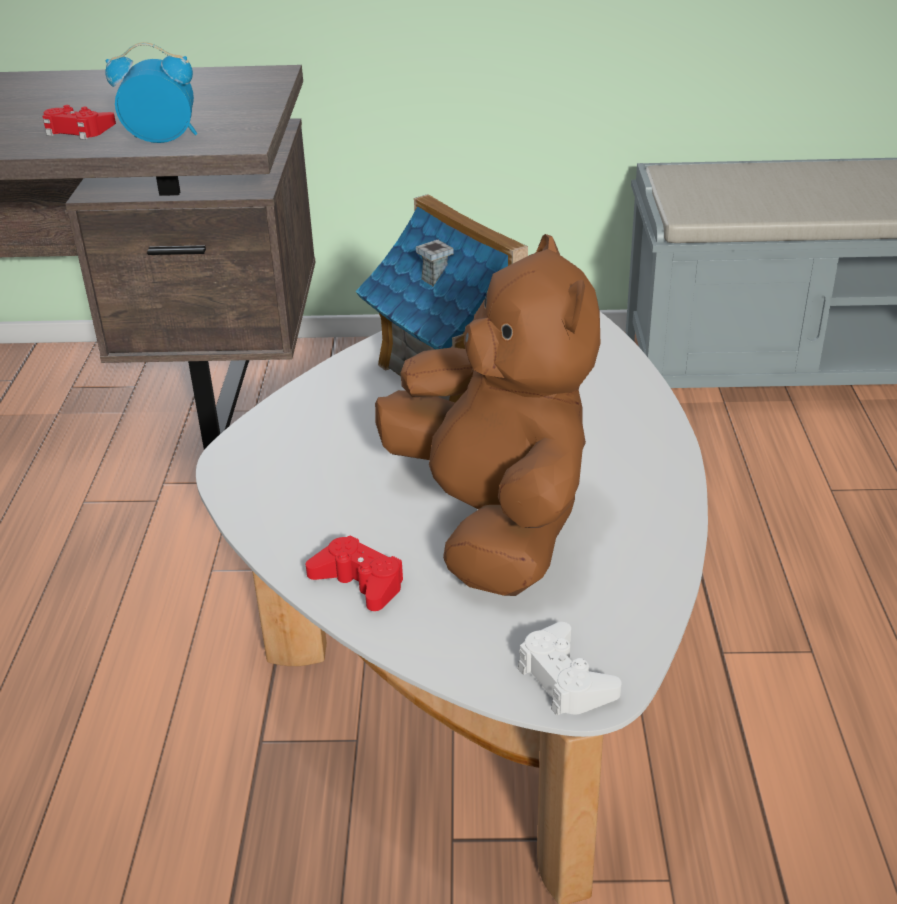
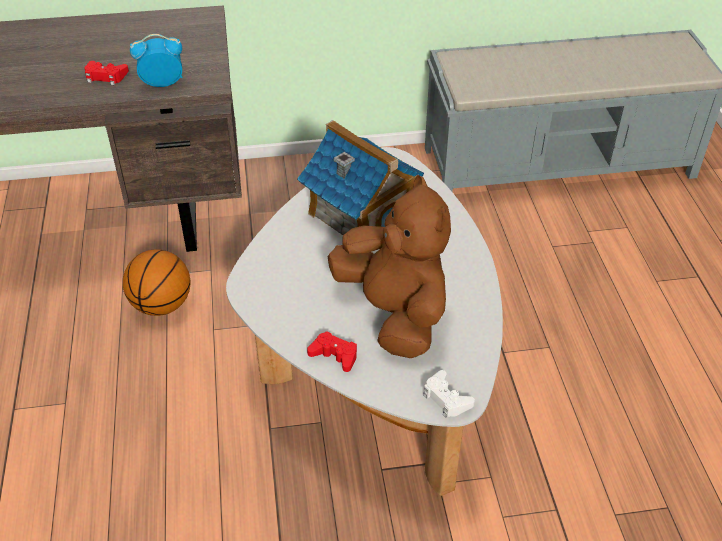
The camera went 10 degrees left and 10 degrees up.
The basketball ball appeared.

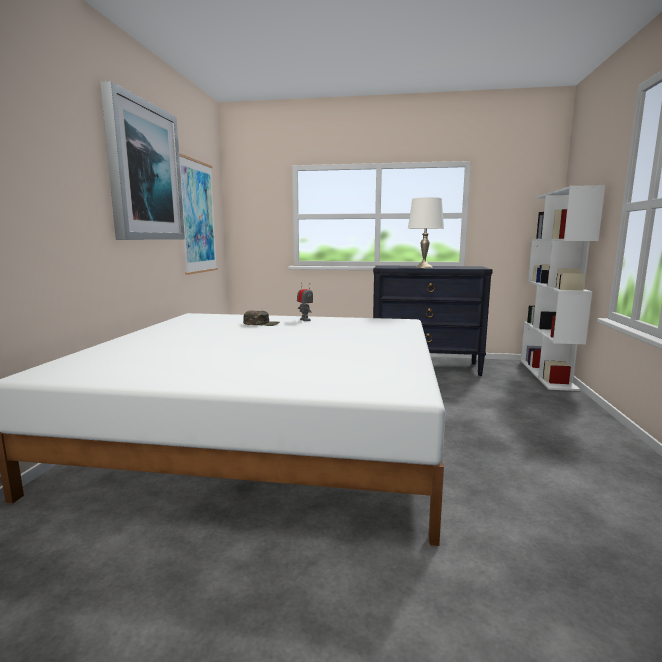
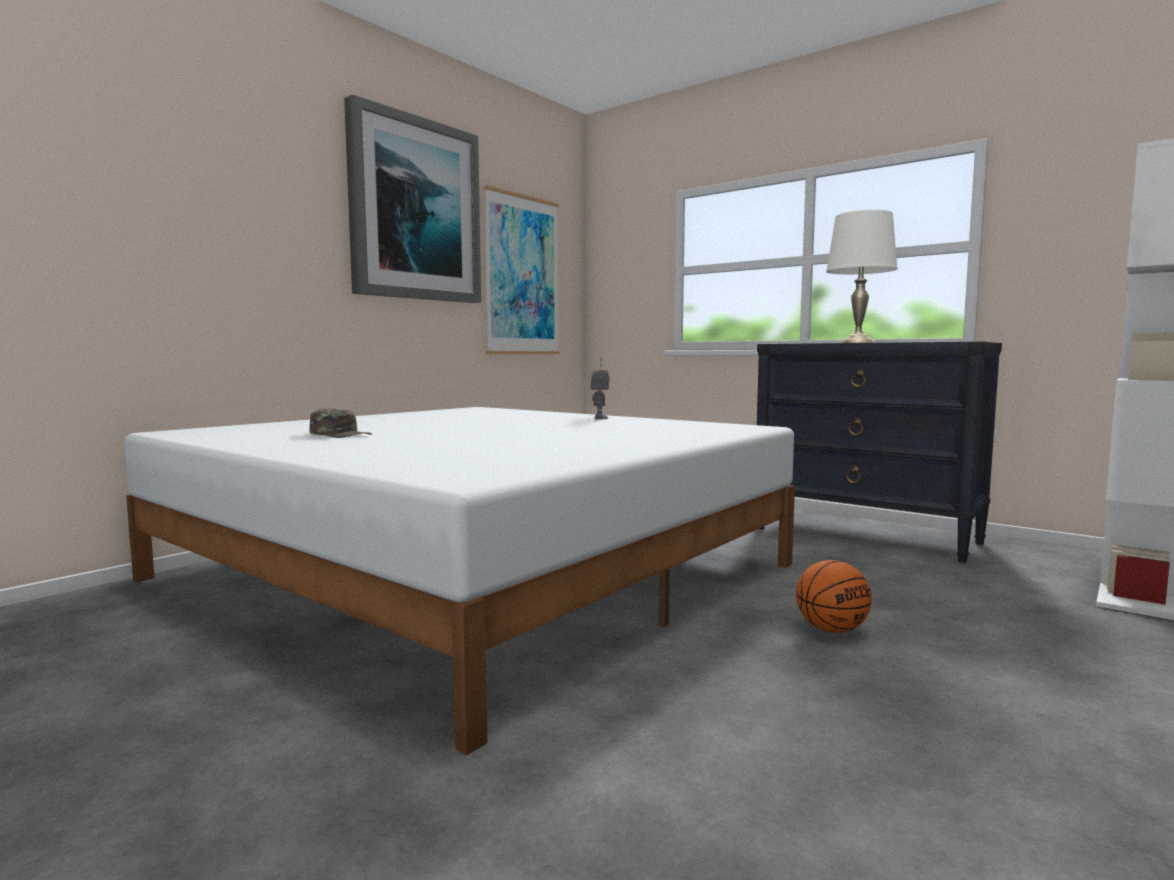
The camera went 30 degrees right and 5 degrees down.
The baseball cap (green-coloured) moved.
The basketball ball appeared.

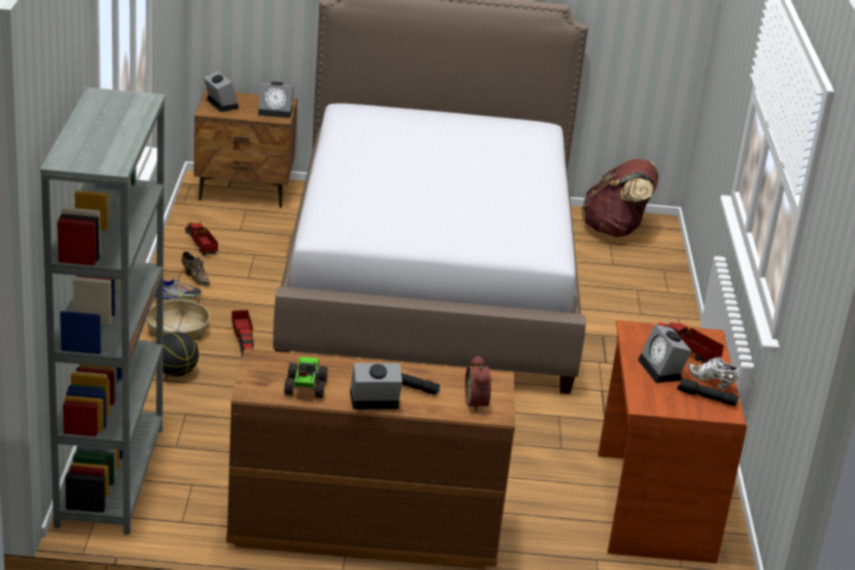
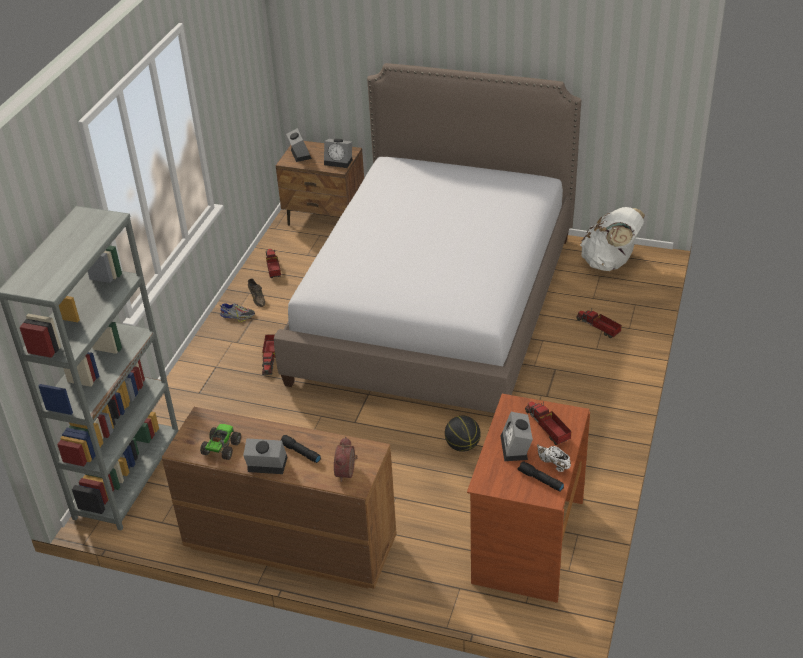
The camera went 20 degrees right and 10 degrees up.
The knapsack (brown-coloured) became the knapsack (white).
The household basket disappeared.
The basketball ball moved.
The model truck (no. 5 from left) appeared.

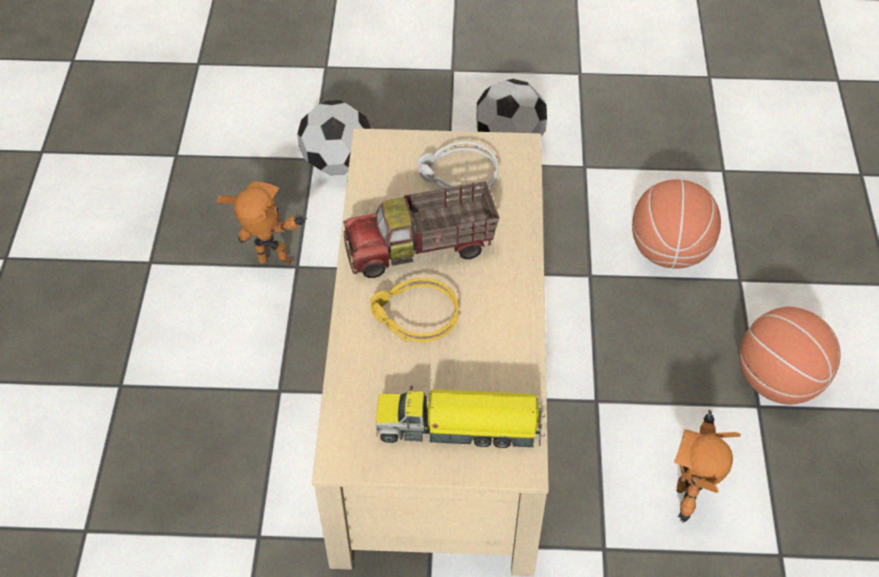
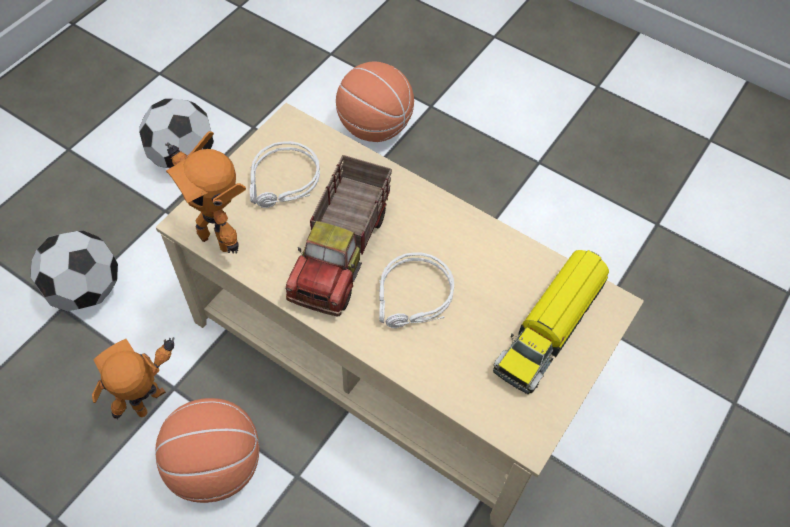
The camera went 60 degrees left and 5 degrees up.
The pair of headphones (yellow-coloured) became the pair of headphones (grey) (no. 2 from left).
The basketball ball (no. 2 from left in the first image) moved.
The robot figure (no. 2 from left) moved.

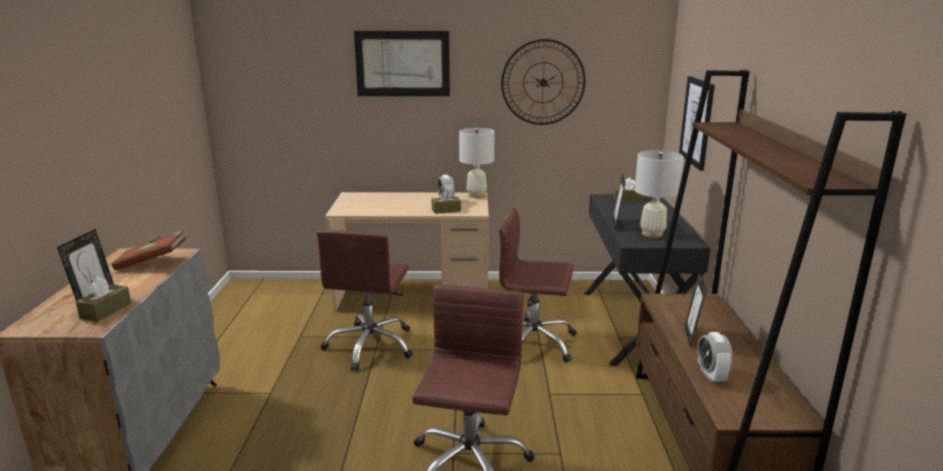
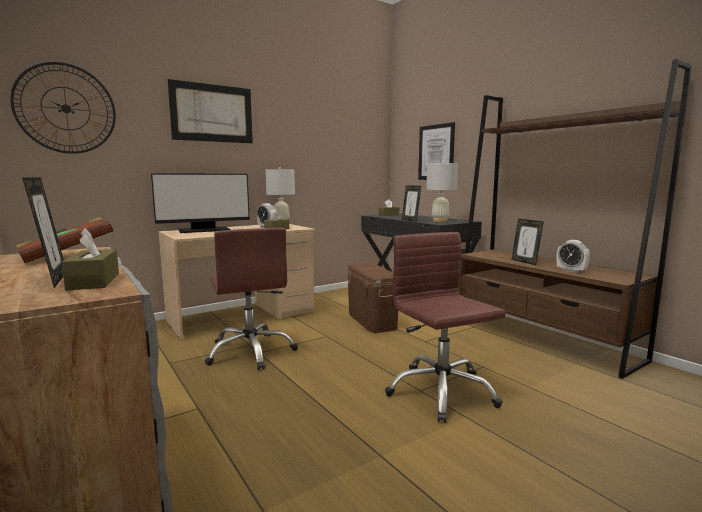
The camera went 35 degrees left and 10 degrees down.
The wall clock moved.
The computer chair (brown-coloured) (no. 3 from left) was replaced by the storage container (brown-coloured).
The computer display appeared.

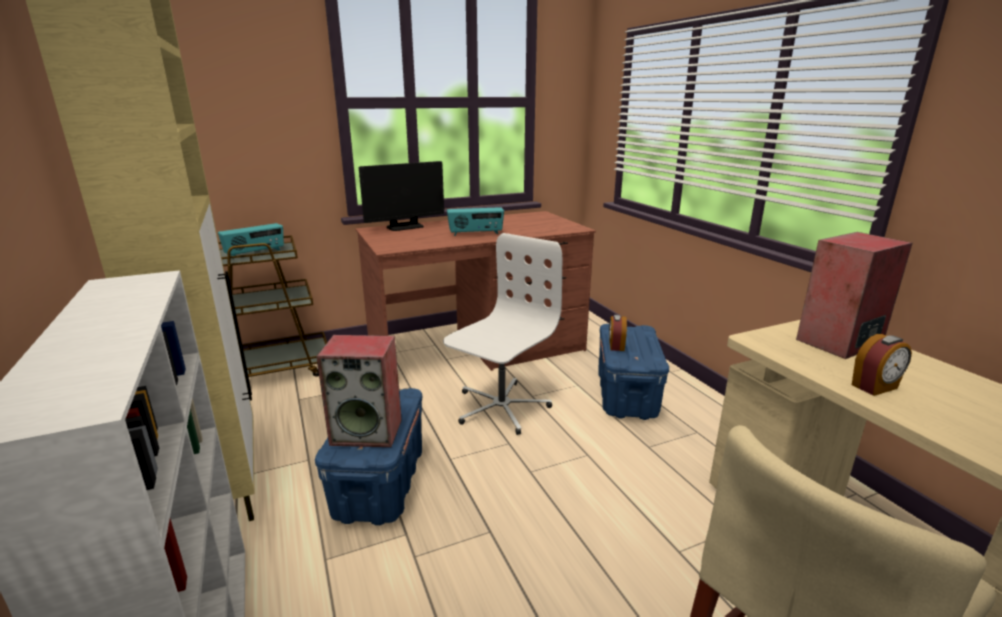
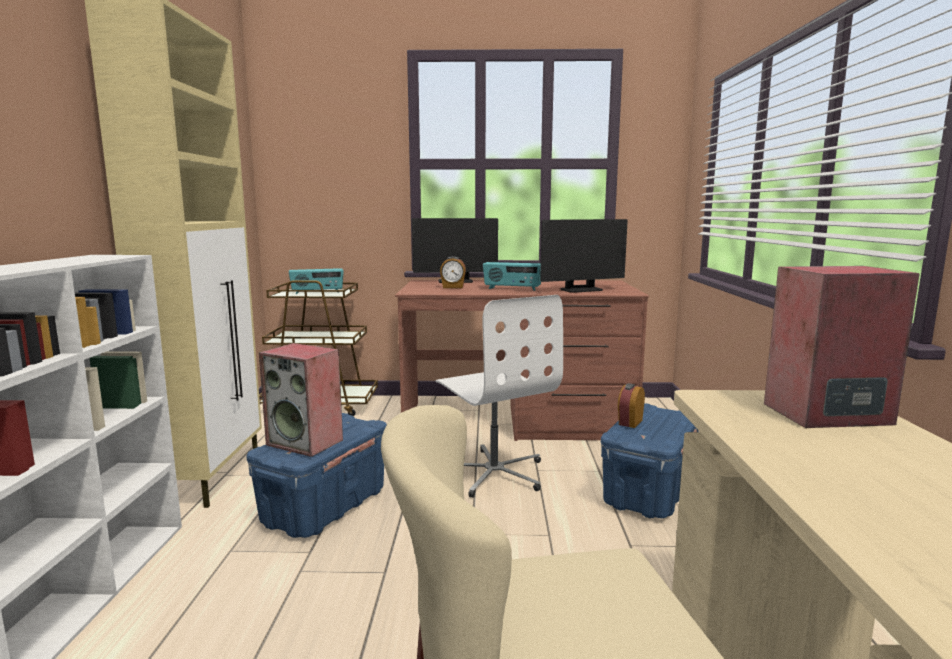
The camera went 25 degrees right and 10 degrees down.
The computer chair (white) turned 90 degrees clockwise.
The alarm clock (no. 2 from left in the first image) moved.
The computer display (no. 2 from left) appeared.

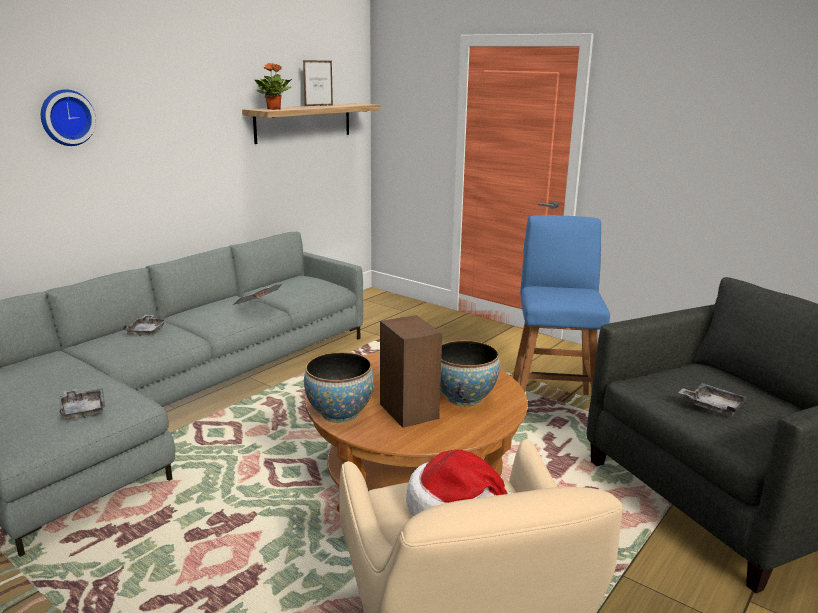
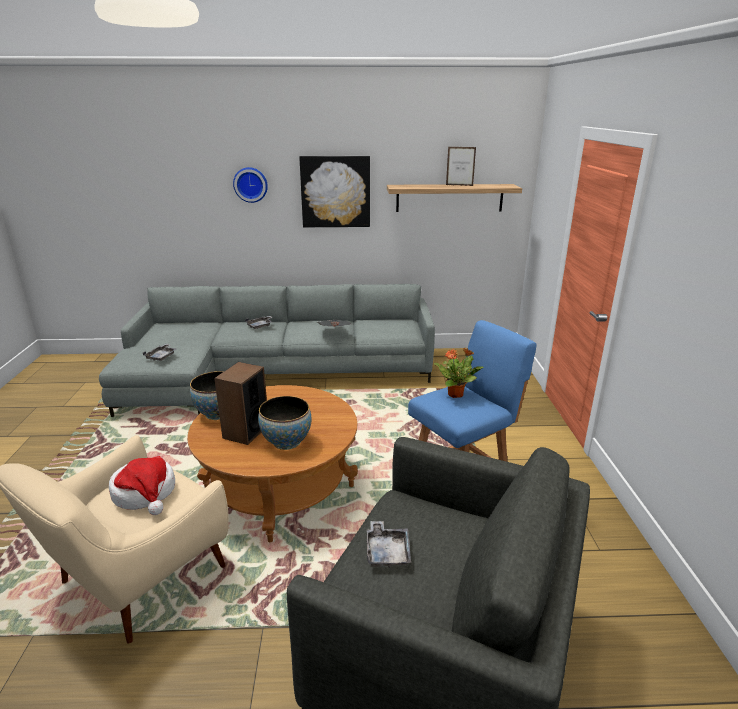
The camera went 50 degrees right and 5 degrees up.
The houseplant moved.
The wall picture appeared.

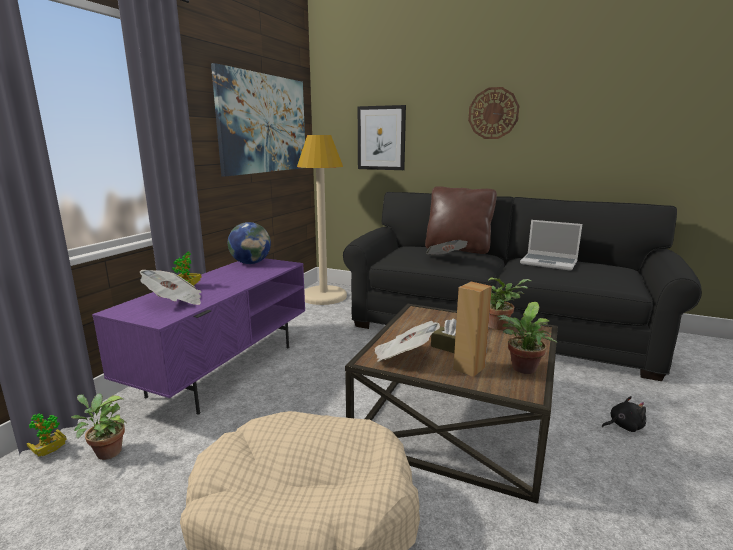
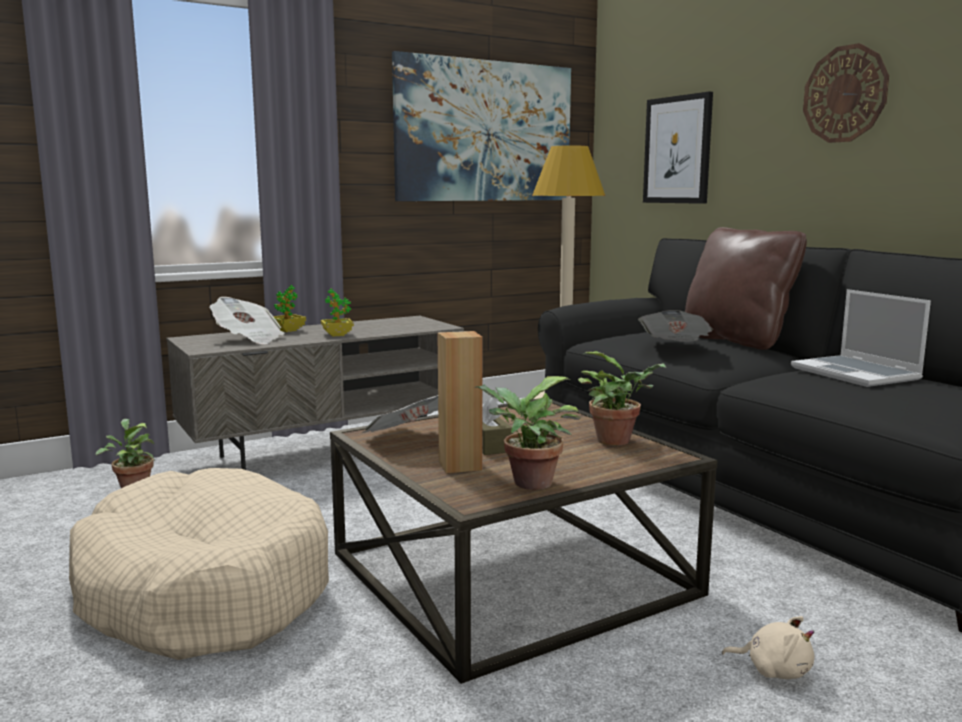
The camera went 35 degrees right and 5 degrees down.
The globe disappeared.
The tv stand (purplish) became the tv stand (grey).
The soft toy (blackish) became the soft toy (beige).
The houseplant (no. 1 from left in the first image) moved.

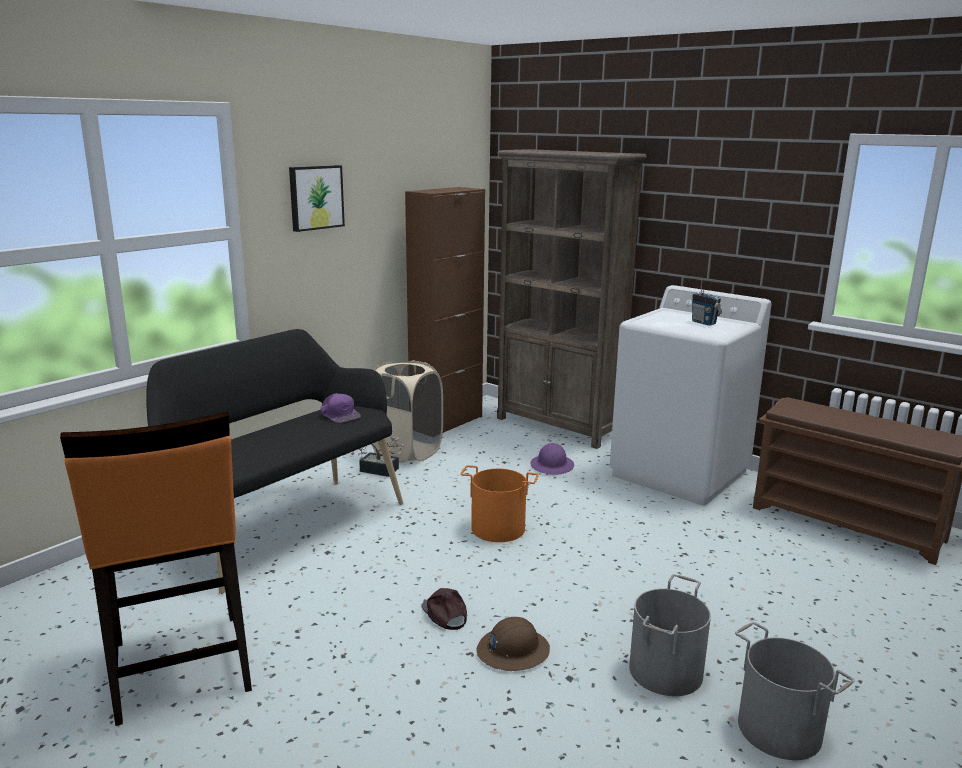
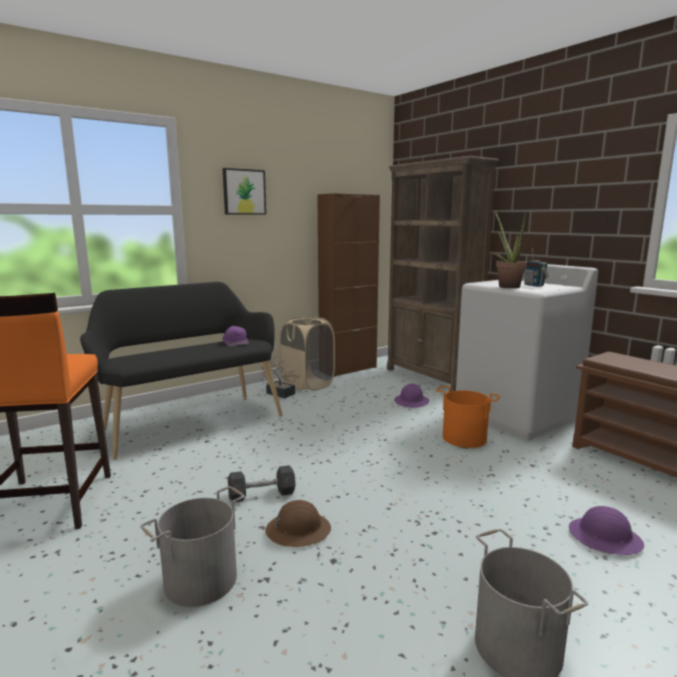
The camera went 15 degrees right and 5 degrees down.
The pail (orange-coloured) moved.
The pail (grey) (no. 1 from left) moved.
The baseball cap (brown-coloured) was replaced by the hand weight (grey).
The houseplant (no. 2 from left) appeared.
The work helmet (purplish) (no. 2 from left) appeared.

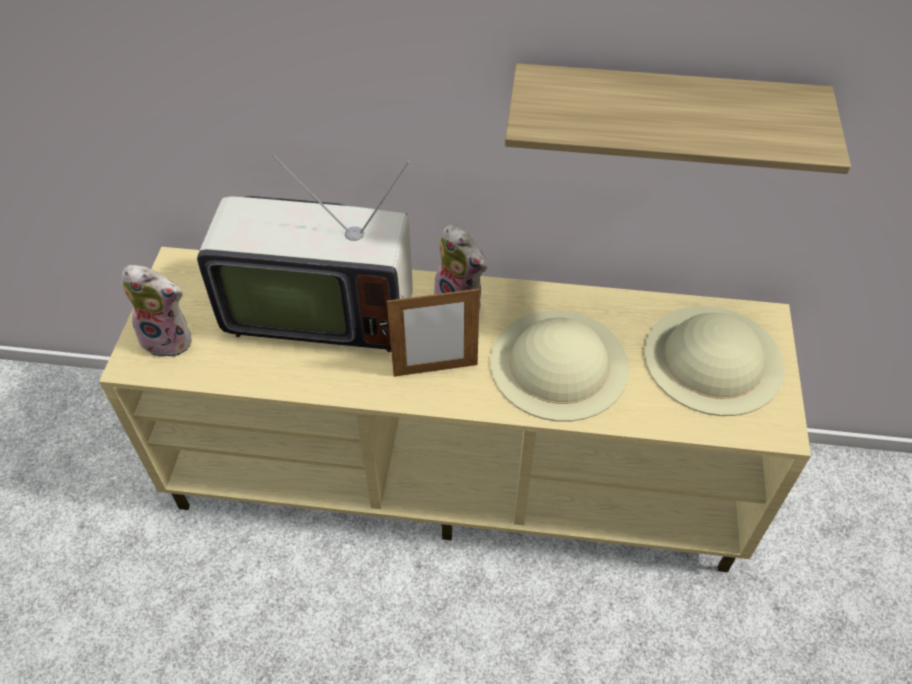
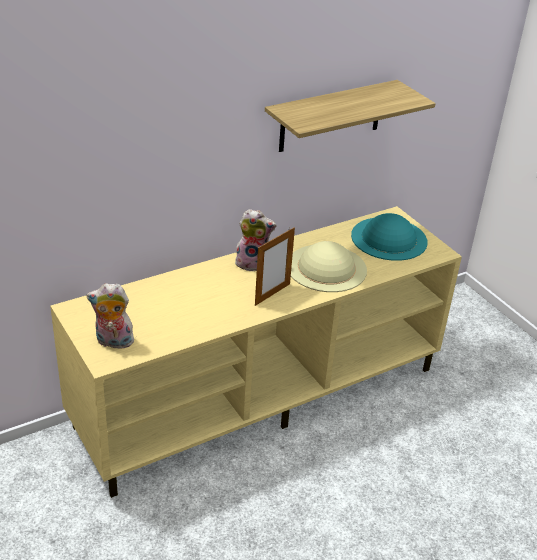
The camera went 40 degrees left and 15 degrees down.
The television disappeared.
The soft toy (no. 1 from left) turned 150 degrees counterclockwise.
The wearable hat (beige) (no. 2 from left) became the wearable hat (turquoise).

